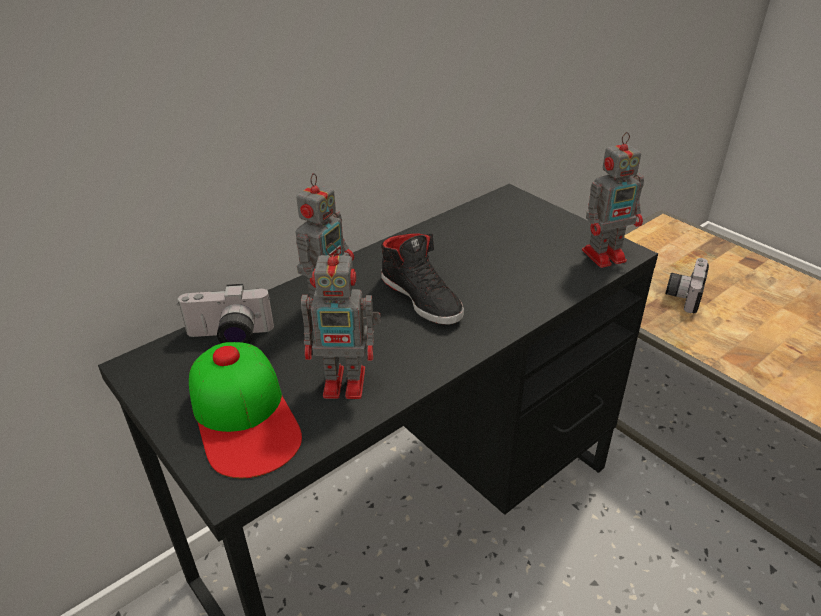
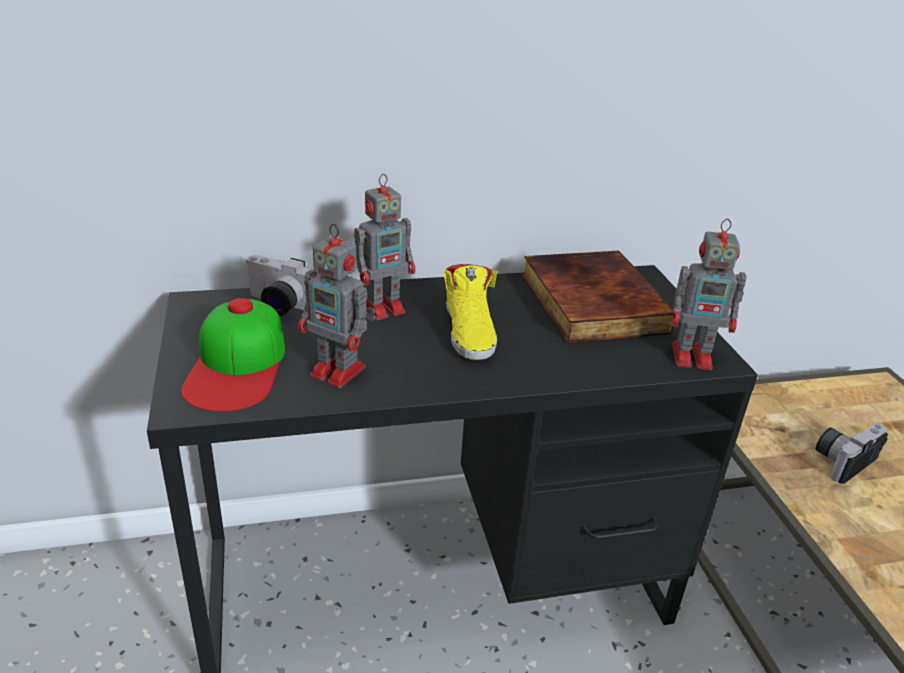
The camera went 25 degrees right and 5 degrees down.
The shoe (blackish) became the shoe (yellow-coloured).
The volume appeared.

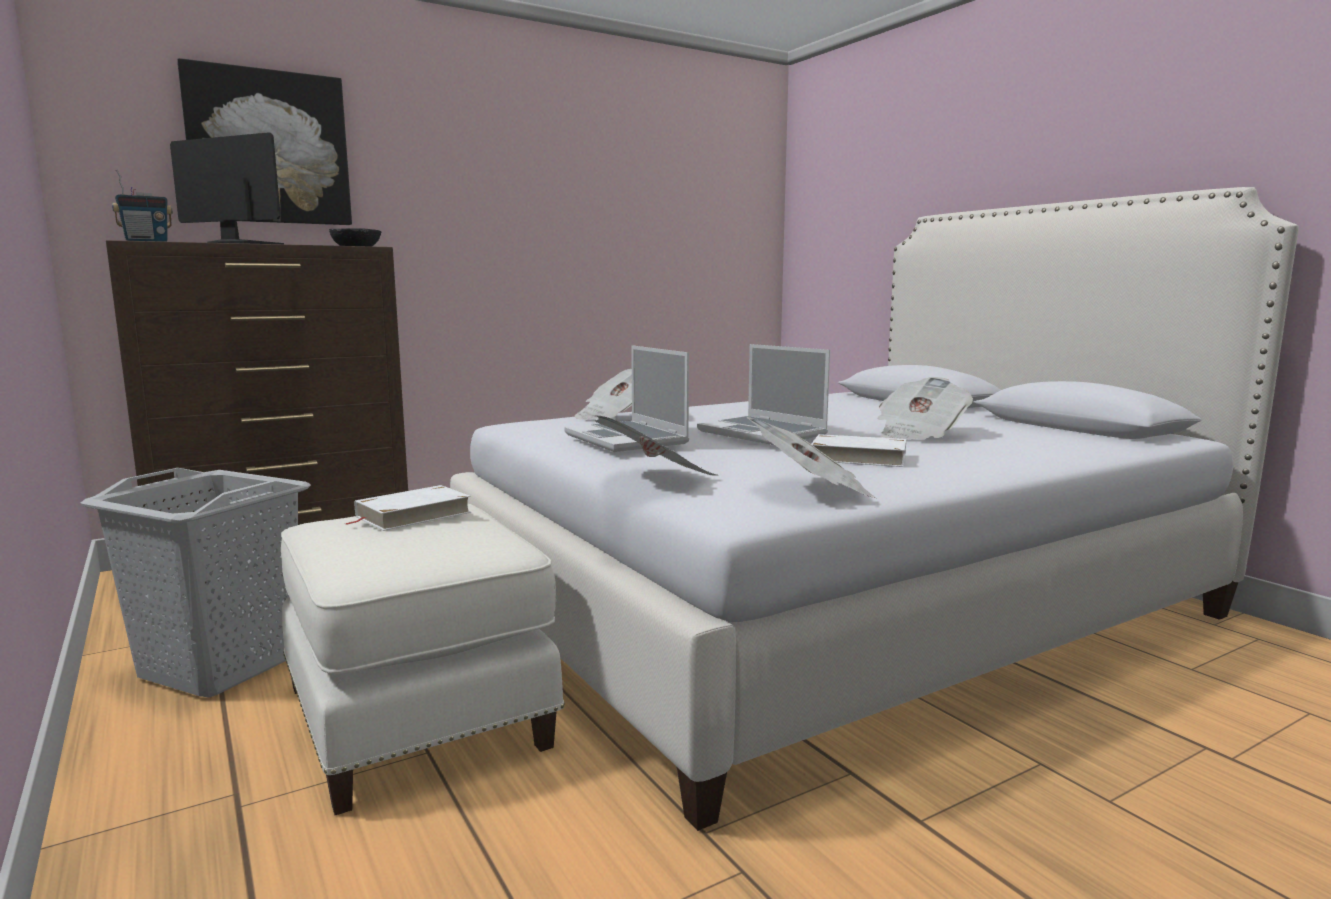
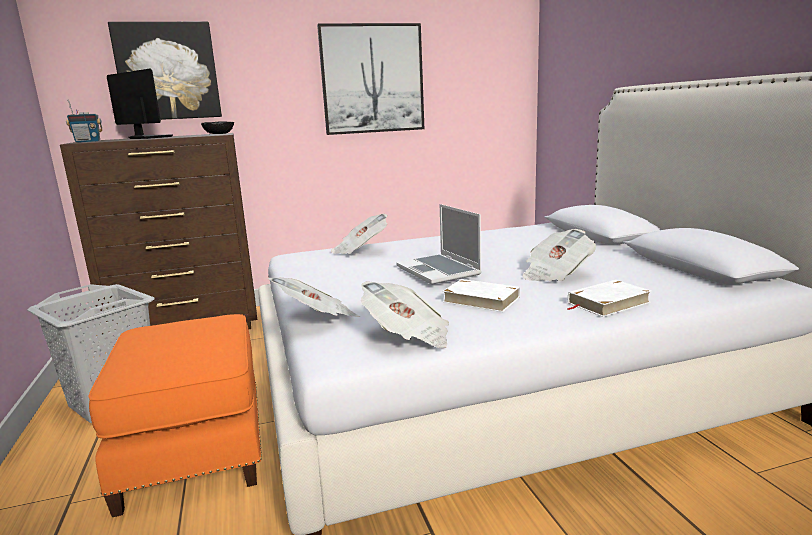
The camera went 15 degrees right and 5 degrees up.
The notebook computer (no. 1 from left) disappeared.
The volume (white) (no. 1 from left in the first image) moved.
The pouffe (white) became the pouffe (orange-coloured).
The wall picture (no. 2 from left) appeared.

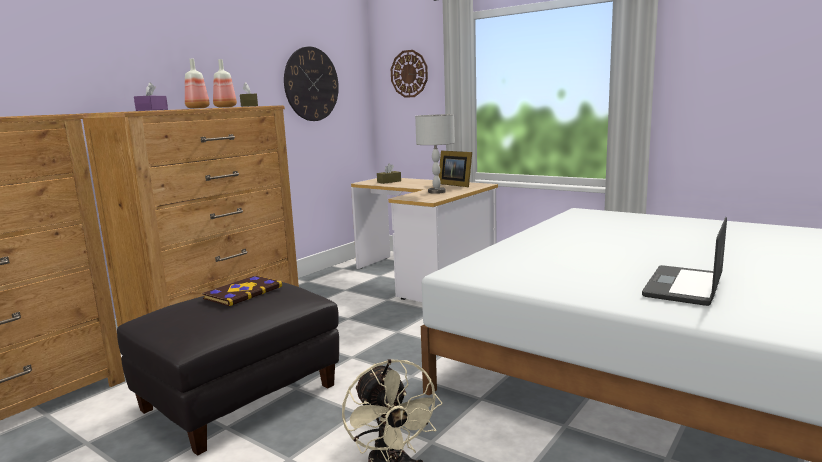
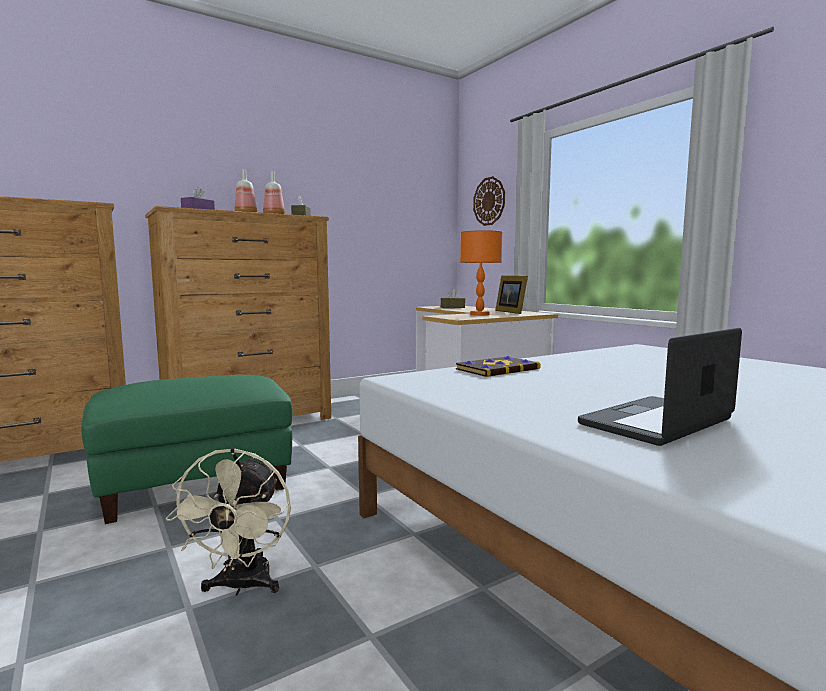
The camera went 20 degrees right and 5 degrees down.
The wall clock (no. 1 from left) disappeared.
The table lamp (grey) became the table lamp (orange-coloured).
The volume moved.
The pouffe (blackish) became the pouffe (green-coloured).

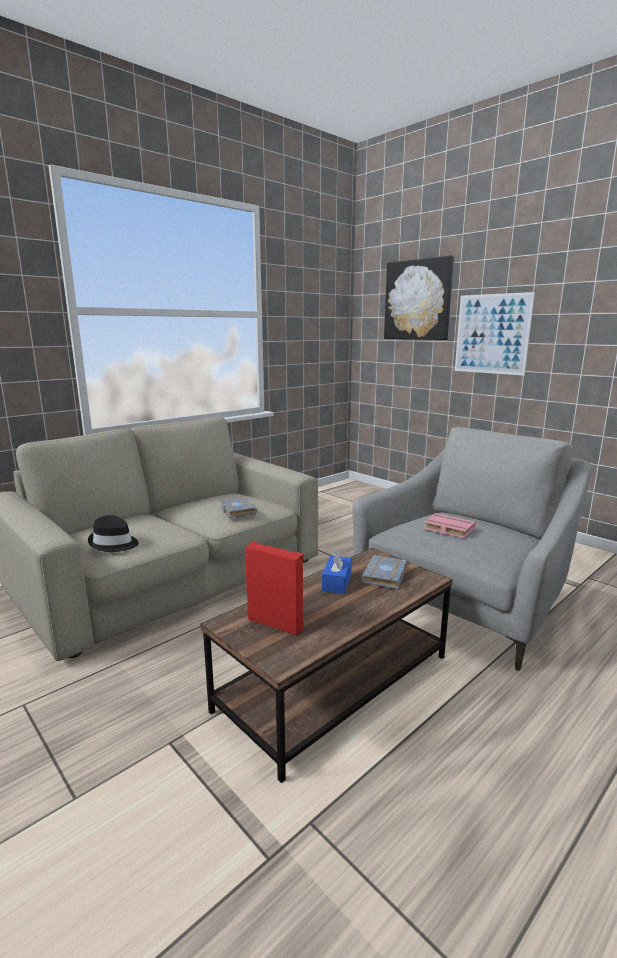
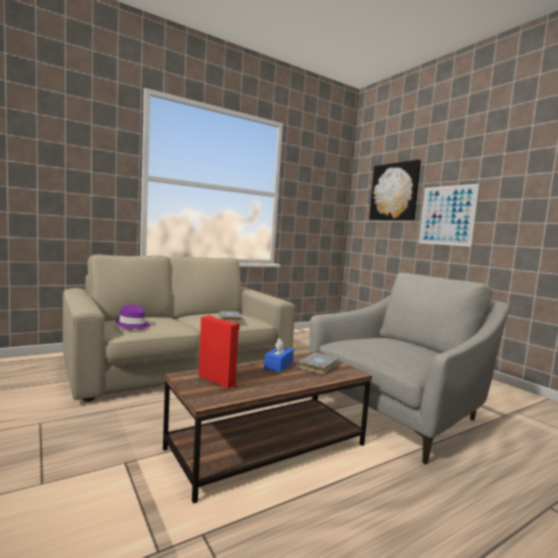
The camera went 10 degrees right and 10 degrees down.
The volume (pink-coloured) disappeared.
The wearable hat (blackish) became the wearable hat (purplish).

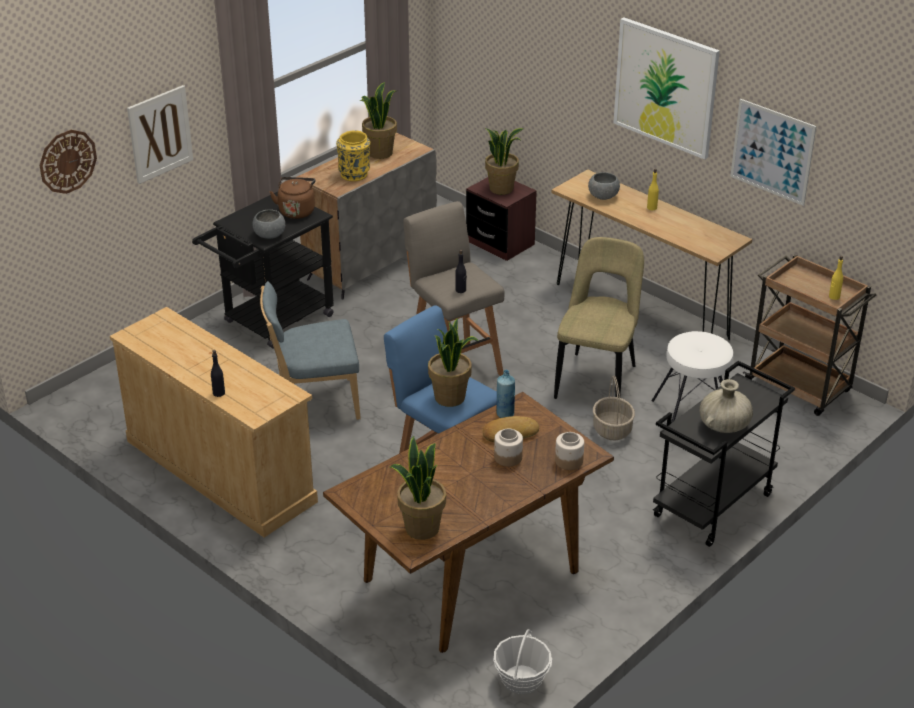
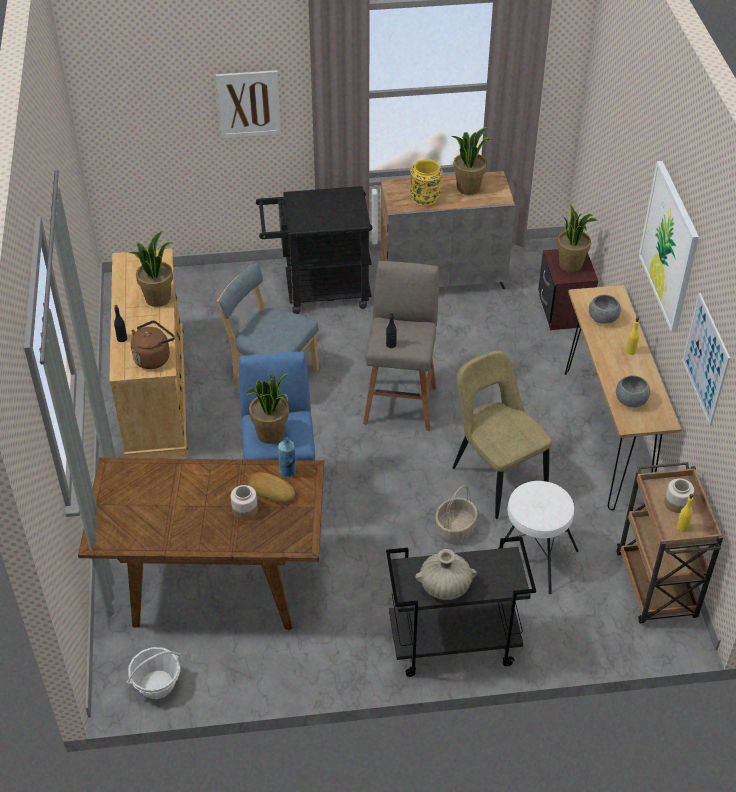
The camera went 40 degrees right and 10 degrees up.
The wall clock disappeared.
The water kettle (brown-coloured) moved.
The bowl (grey) (no. 1 from left in the first image) moved.
The upright chair (beige) turned 90 degrees counterclockwise.
The preserve jar (no. 2 from left) moved.
The houseplant (no. 2 from left in the first image) moved.

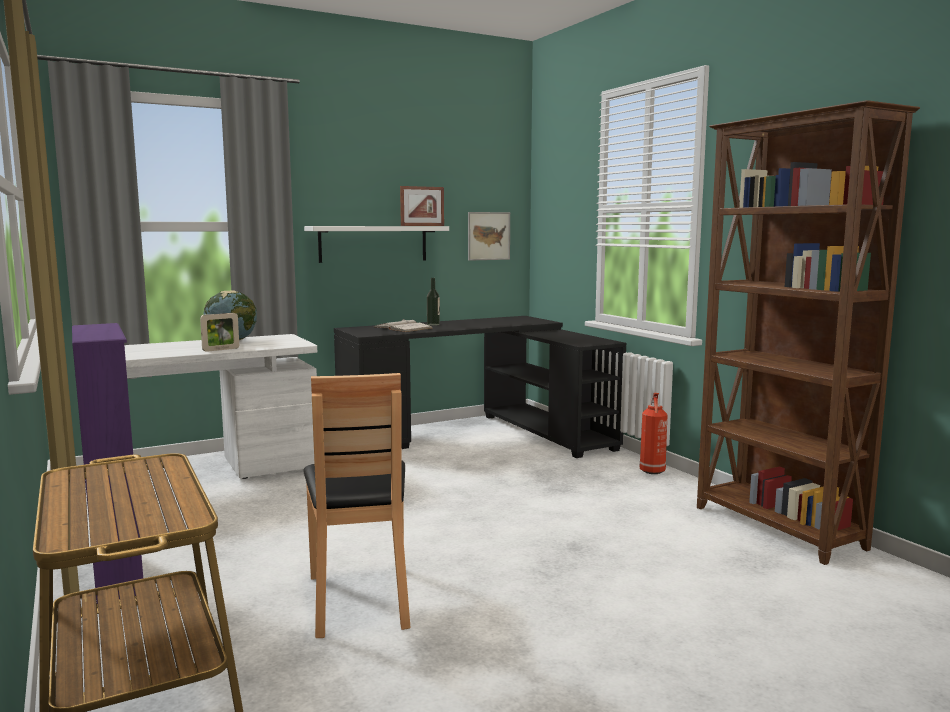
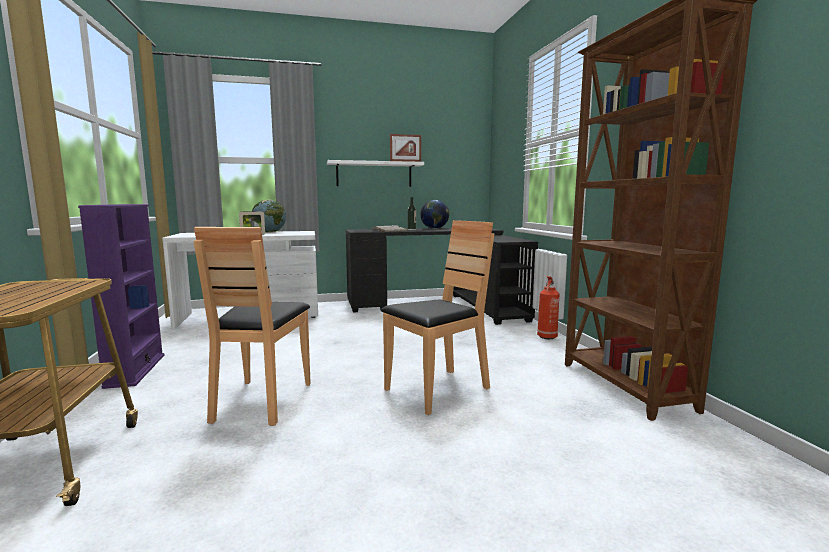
The camera went 15 degrees right and 0 degrees up.
The wall picture disappeared.
The globe (no. 2 from left) appeared.
The upright chair (brown-coloured) (no. 2 from left) appeared.

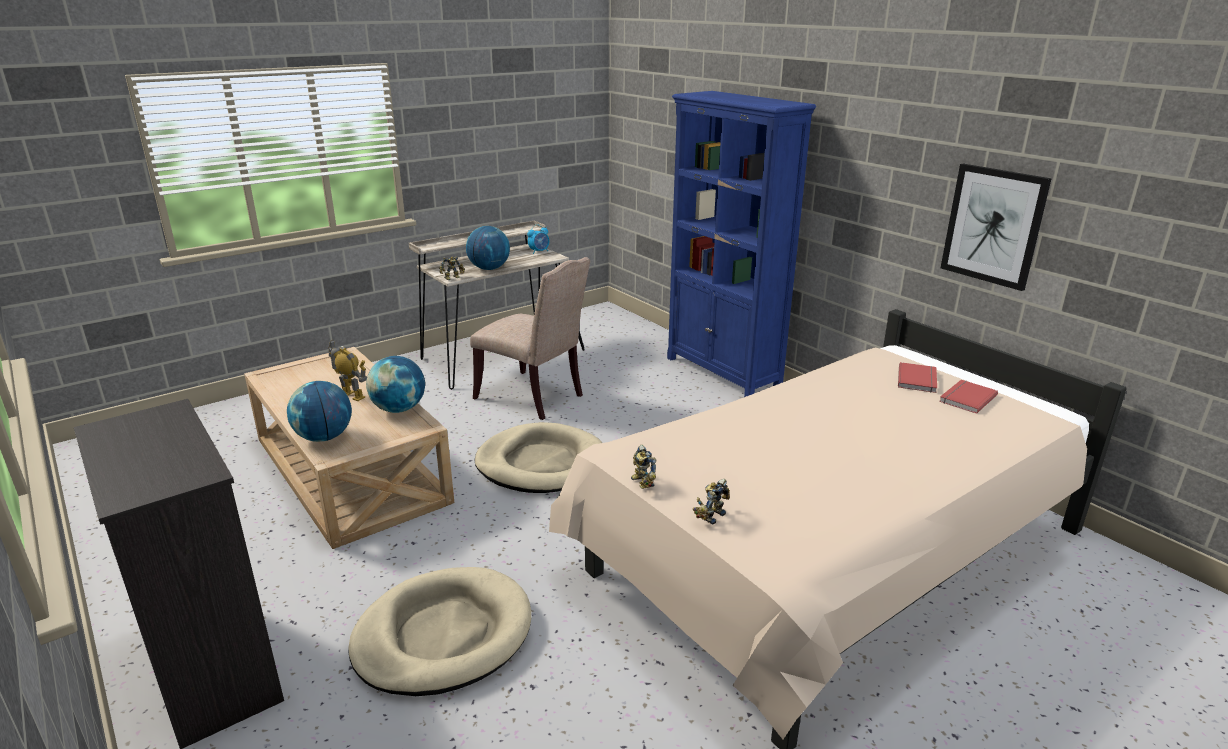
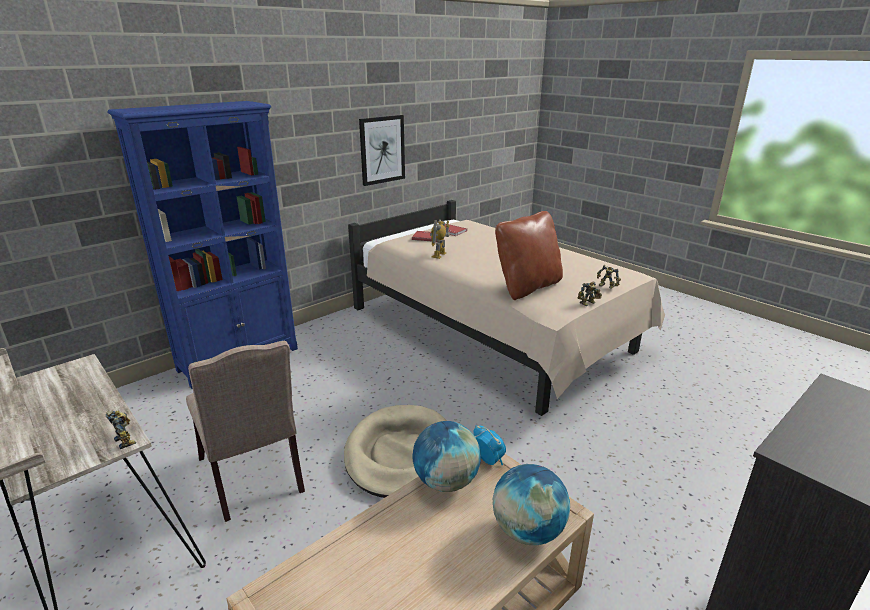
The camera went 95 degrees left and 0 degrees up.
The alarm clock moved.
The globe (no. 3 from left) disappeared.
The upright chair (beige) turned 120 degrees clockwise.
The robot figure (no. 1 from left in the first image) moved.
The dog cushion (beige) (no. 1 from left) disappeared.
The pillow (brown-coloured) appeared.

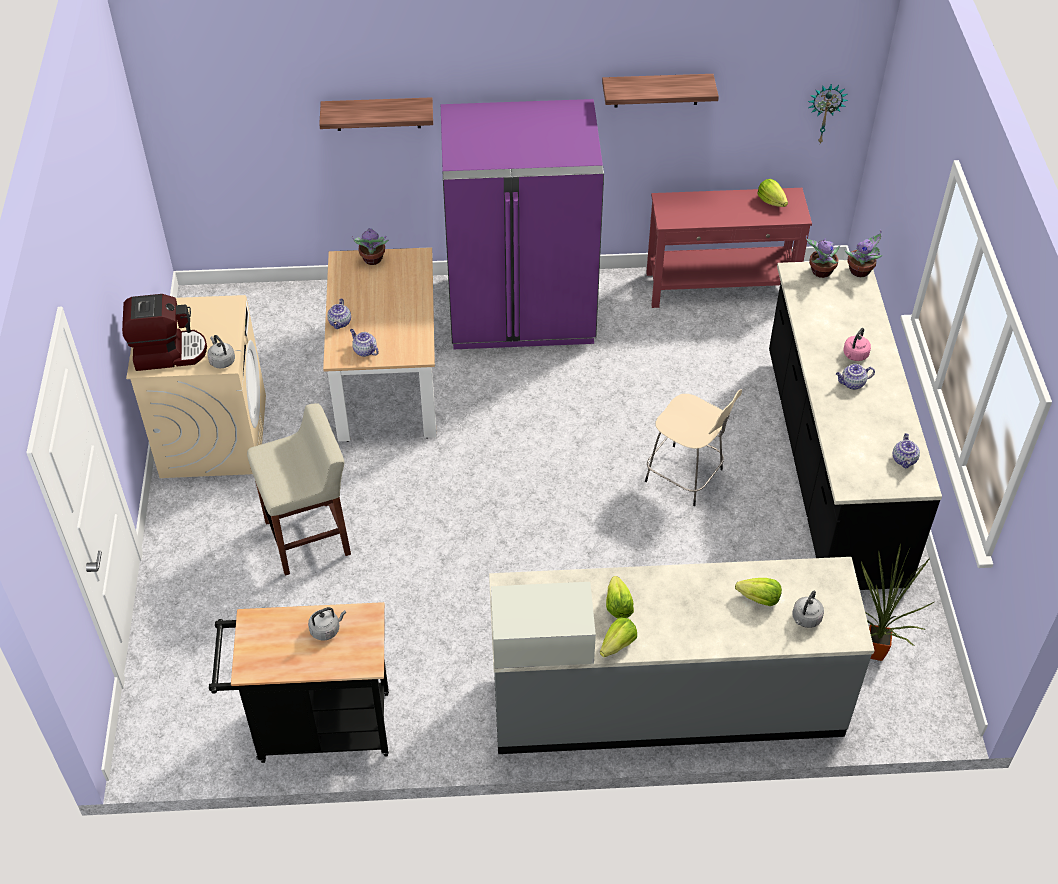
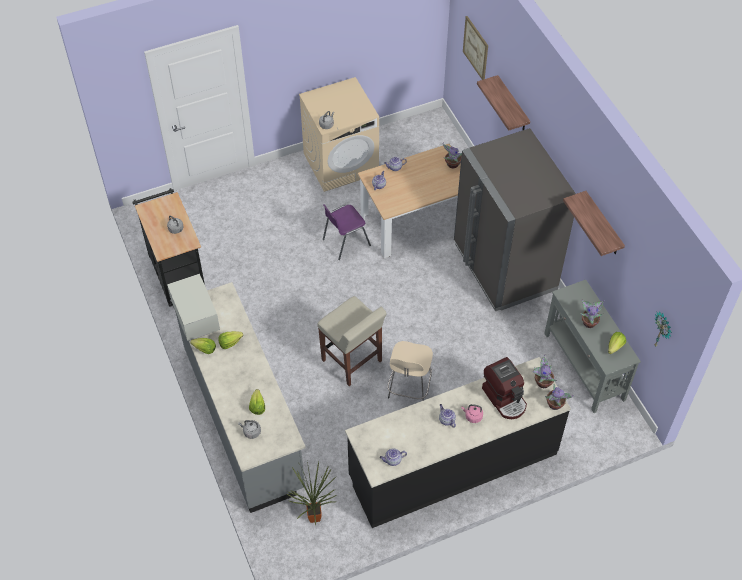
The camera went 70 degrees right and 5 degrees up.
The fridge (purplish) became the fridge (grey).
The narrow table (reddish) became the narrow table (grey).
The coffee maker moved.
The sitting stool (beige) (no. 1 from left) moved.
The wall picture appeared.
The upright chair (purplish) appeared.
The houseplant (no. 5 from left) appeared.

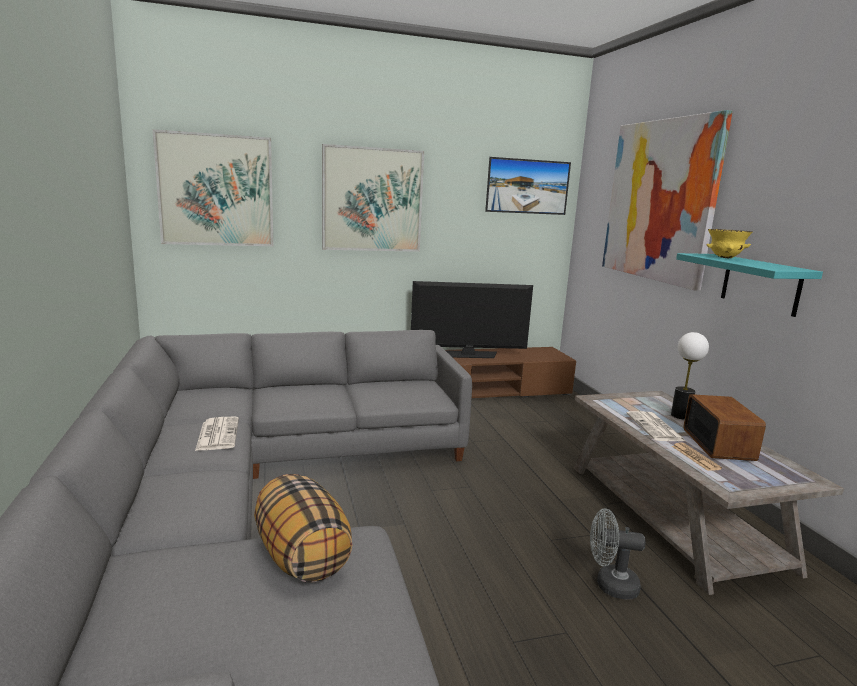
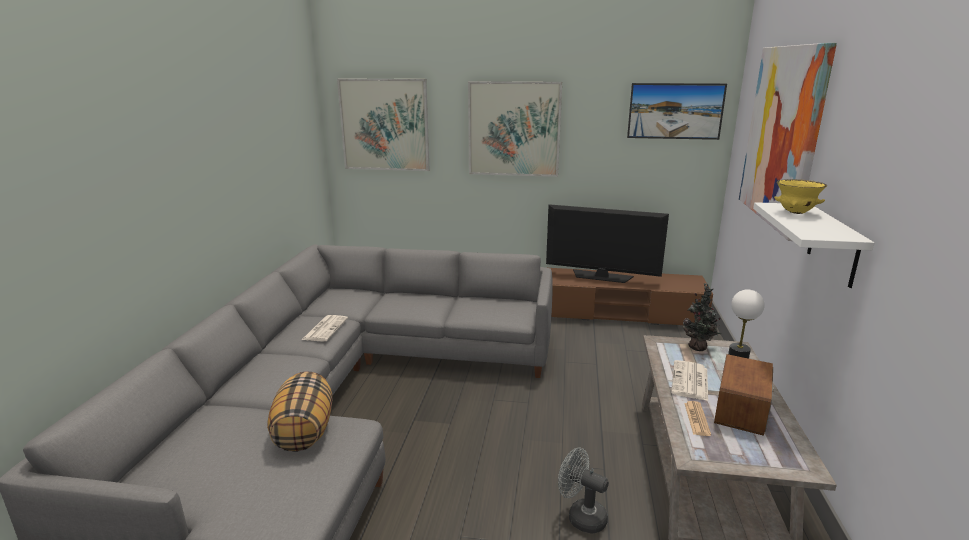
The camera went 25 degrees right and 5 degrees up.
The bracket shelf (turquoise) became the bracket shelf (white).
The houseplant appeared.

